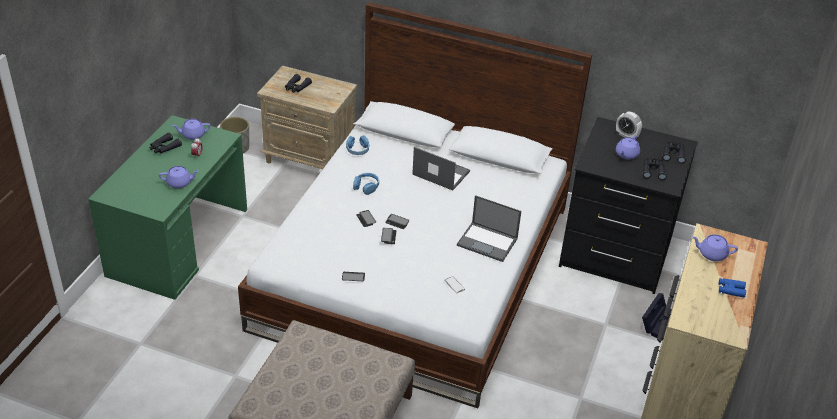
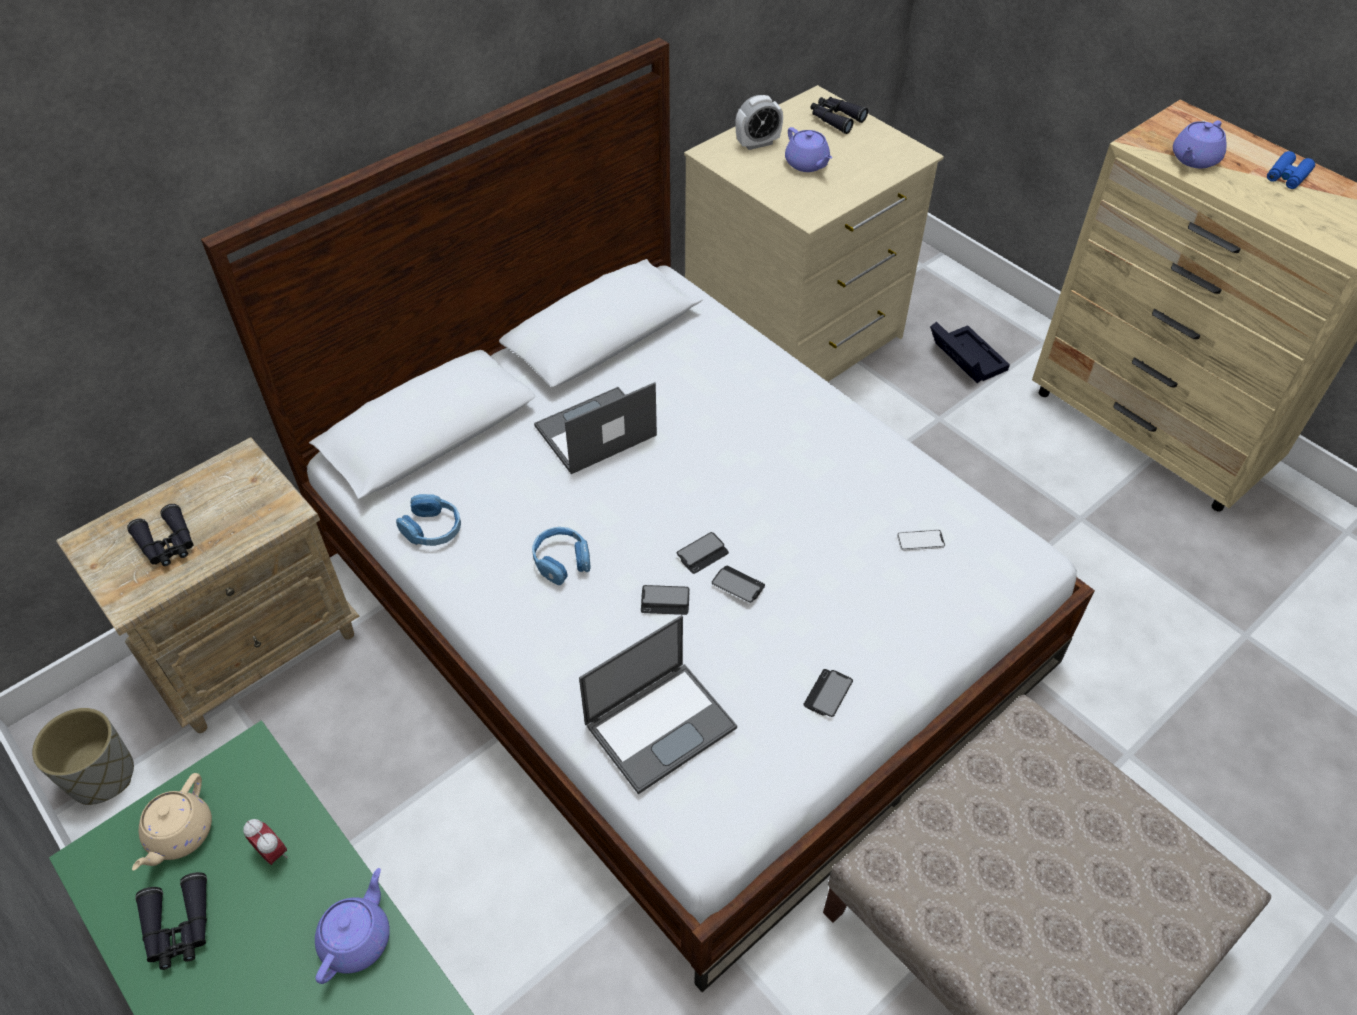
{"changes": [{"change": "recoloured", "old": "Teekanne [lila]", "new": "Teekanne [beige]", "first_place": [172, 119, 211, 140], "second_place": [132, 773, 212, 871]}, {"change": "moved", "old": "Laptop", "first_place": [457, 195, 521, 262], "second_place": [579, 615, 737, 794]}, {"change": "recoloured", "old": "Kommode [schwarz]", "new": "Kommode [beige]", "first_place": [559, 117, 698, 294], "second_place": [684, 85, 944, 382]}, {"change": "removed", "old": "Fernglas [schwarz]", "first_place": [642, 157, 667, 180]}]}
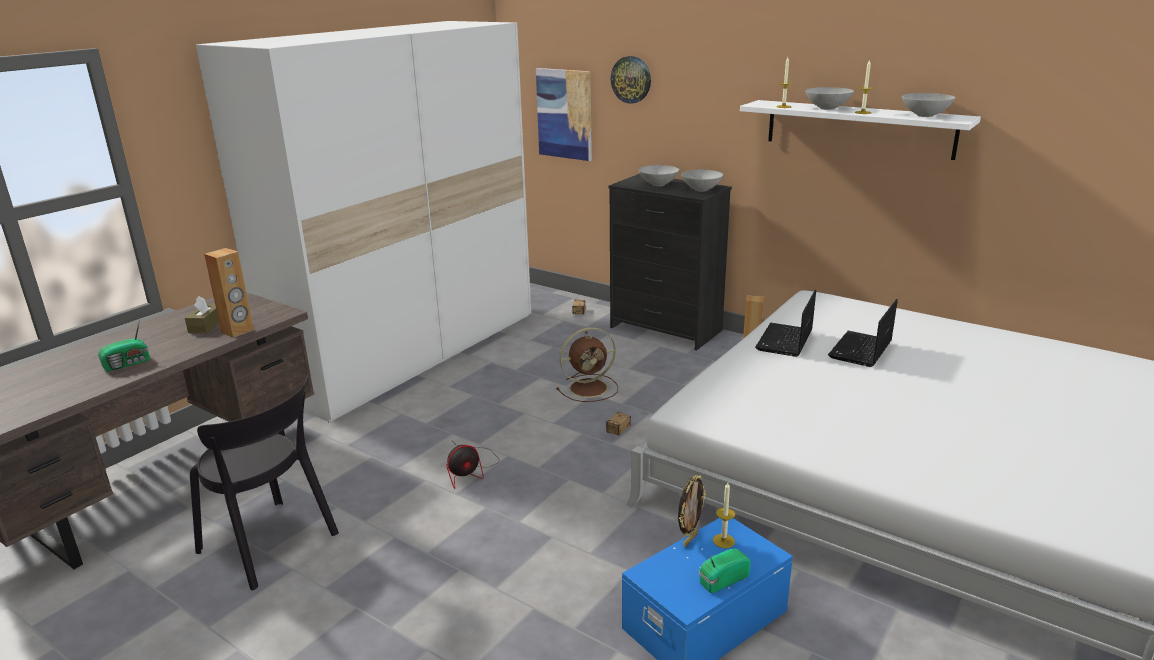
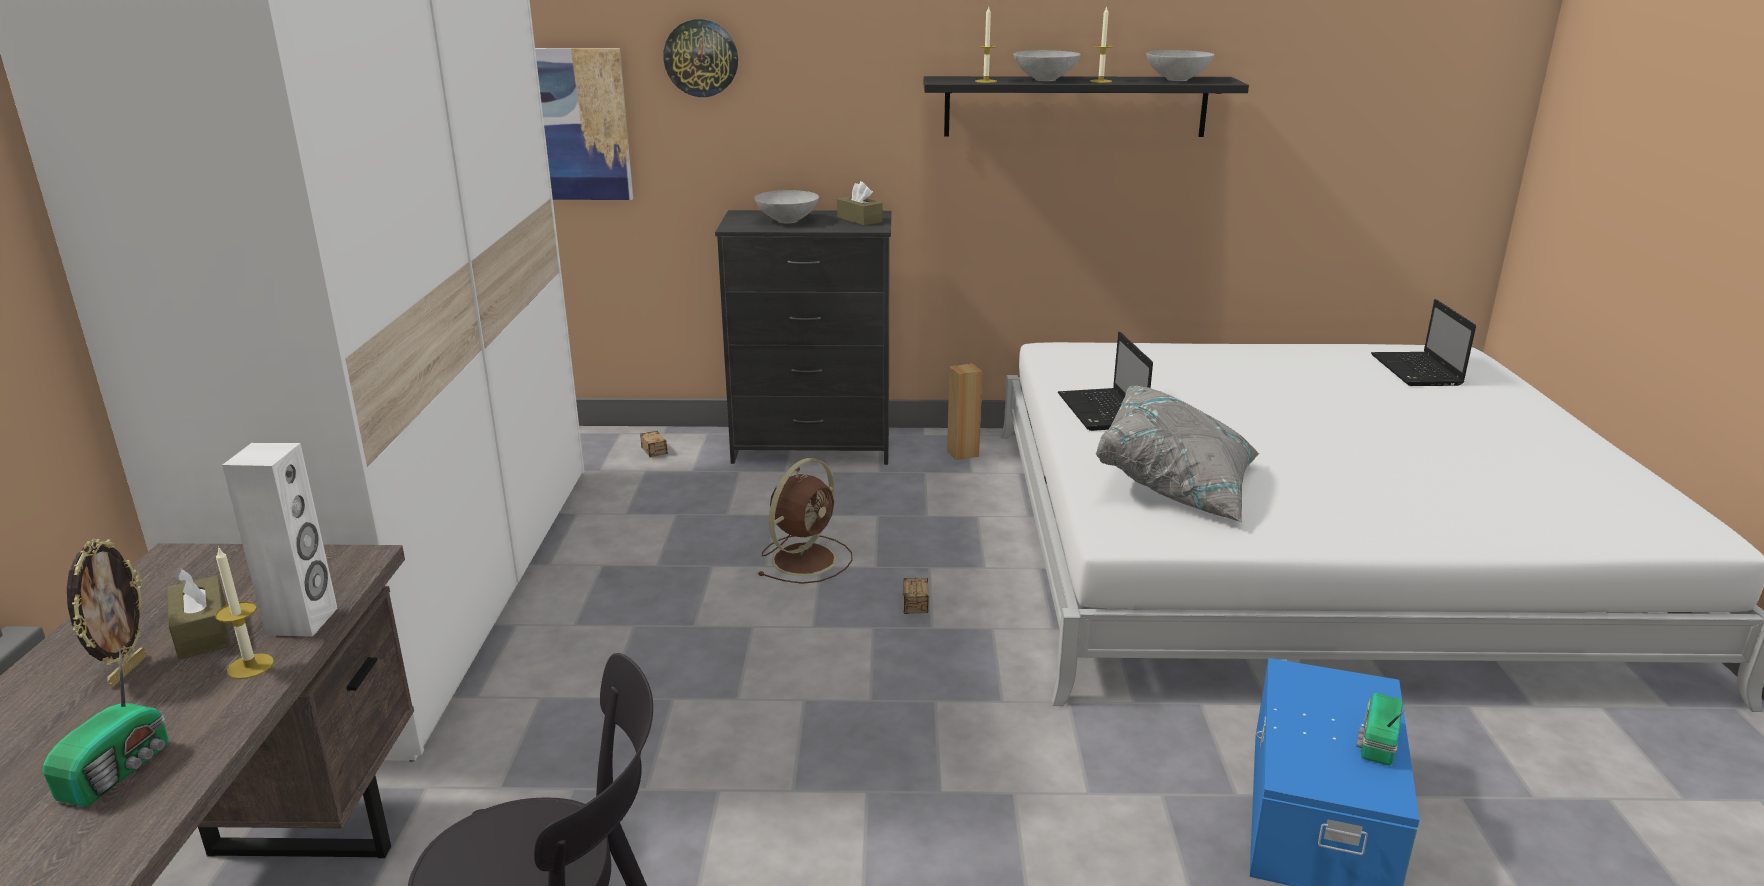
{"changes": [{"change": "recoloured", "old": "Lautsprecher [braun]", "new": "Lautsprecher [weiß]", "first_place": [204, 248, 254, 338], "second_place": [222, 443, 338, 637]}, {"change": "removed", "old": "Ventilator", "first_place": [446, 444, 497, 489]}, {"change": "moved", "old": "Bilderrahmen", "first_place": [678, 475, 706, 547], "second_place": [67, 539, 147, 687]}, {"change": "replaced", "old": "Schüssel [grau]", "new": "Taschentuchbox [braun]", "first_place": [681, 170, 723, 191], "second_place": [837, 181, 883, 226]}, {"change": "moved", "old": "Kerze", "first_place": [713, 482, 735, 548], "second_place": [215, 546, 274, 679]}, {"change": "recoloured", "old": "Wandregal [weiß]", "new": "Wandregal [schwarz]", "first_place": [740, 100, 981, 160], "second_place": [923, 76, 1249, 137]}, {"change": "moved", "old": "Laptop", "first_place": [828, 299, 898, 367], "second_place": [1371, 299, 1476, 386]}, {"change": "added", "new": "Kissen [grau]", "second_place": [1096, 386, 1260, 522]}]}
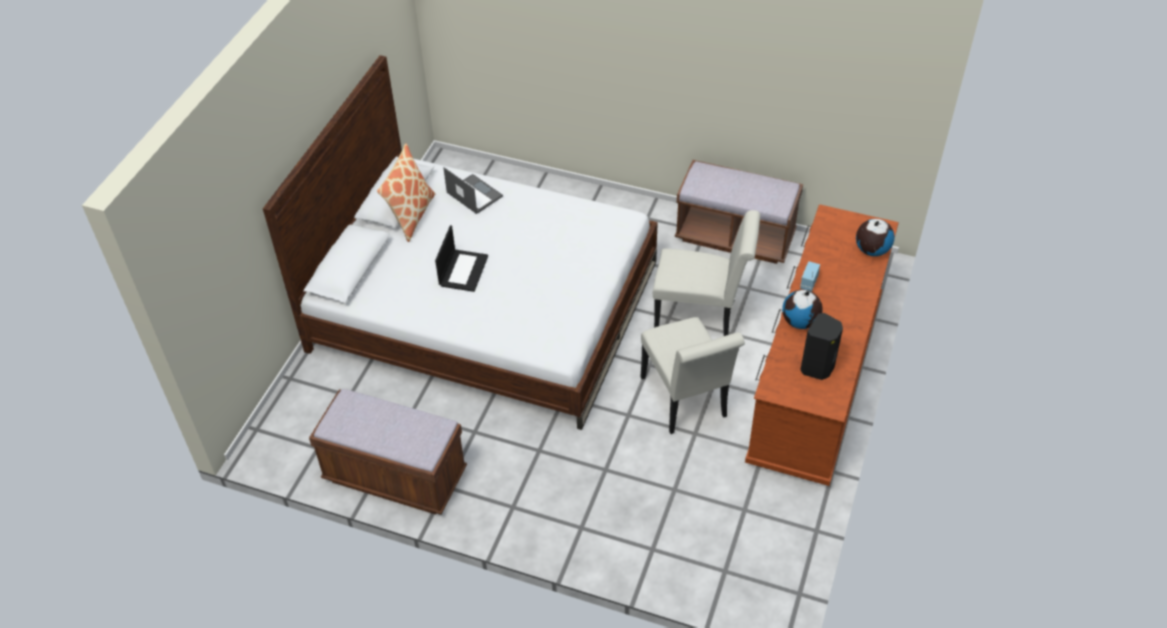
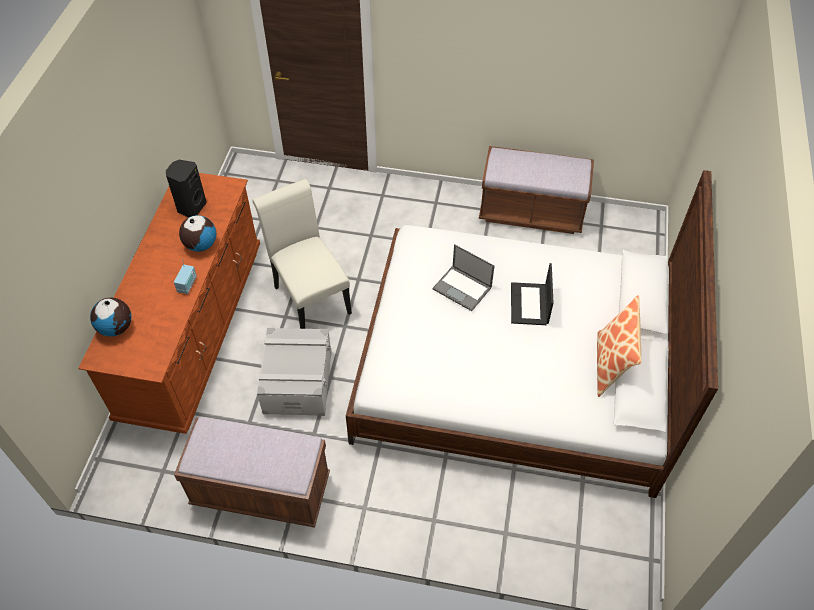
{"changes": [{"change": "moved", "old": "Laptop", "first_place": [443, 167, 503, 214], "second_place": [433, 244, 494, 311]}, {"change": "replaced", "old": "Stuhl [weiß]", "new": "Aufbewahrungsbox [grau]", "first_place": [653, 210, 761, 336], "second_place": [257, 328, 332, 416]}]}
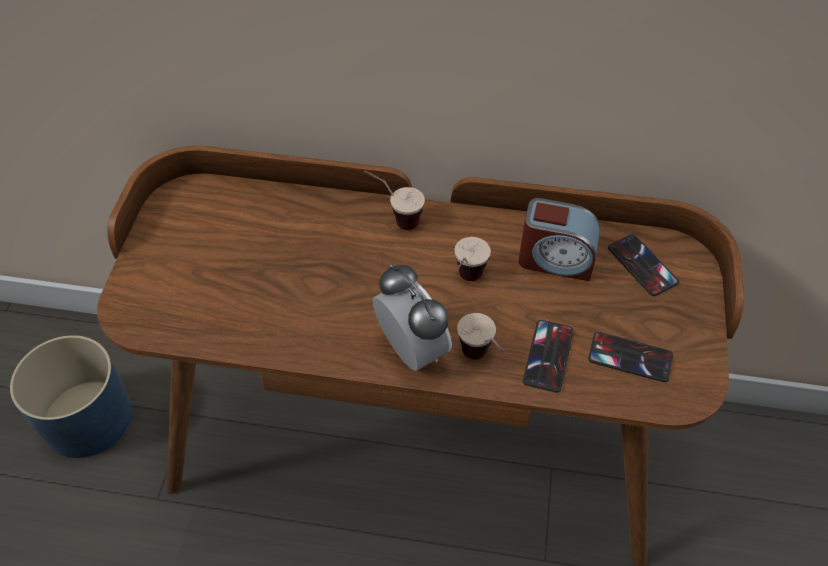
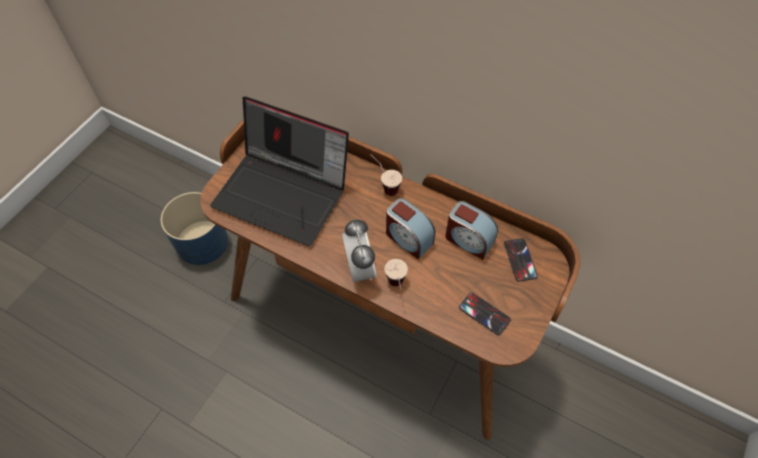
{"changes": [{"change": "replaced", "old": "Tasse", "new": "Wecker", "first_place": [455, 237, 491, 281], "second_place": [386, 198, 435, 259]}, {"change": "removed", "old": "Handy", "first_place": [523, 320, 573, 393]}, {"change": "added", "new": "Laptop", "second_place": [210, 97, 349, 246]}]}
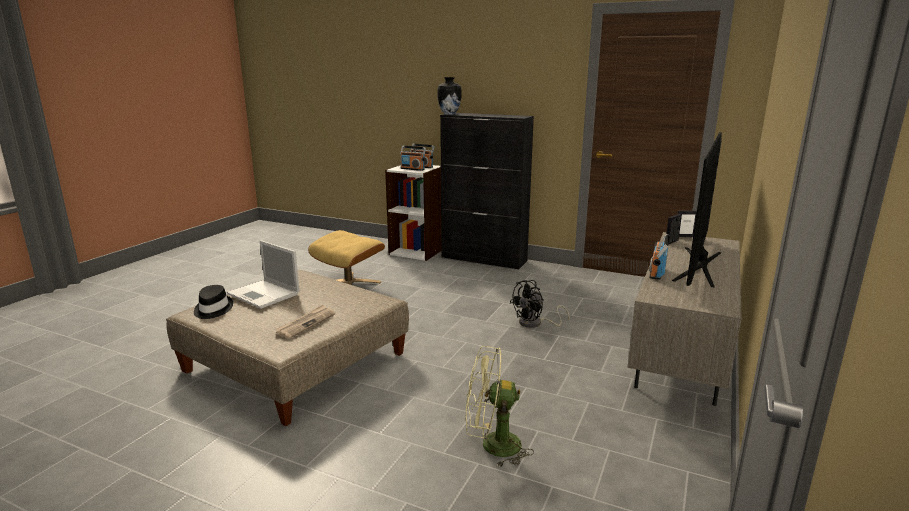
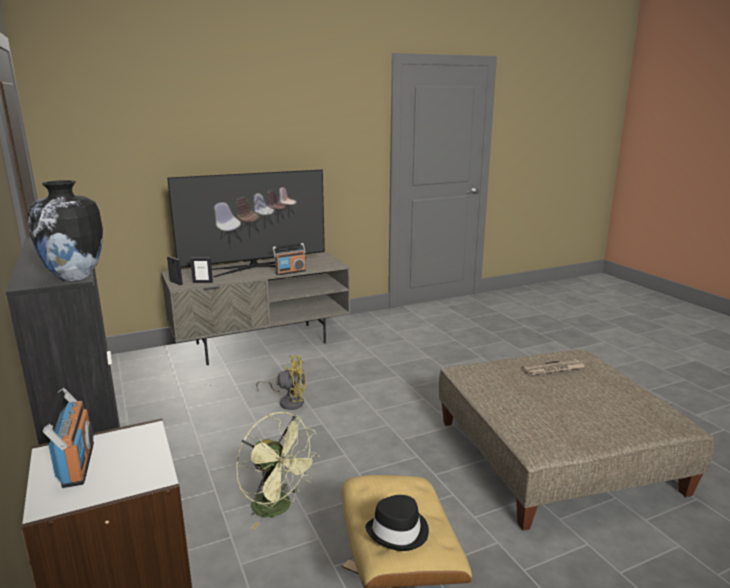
{"changes": [{"change": "moved", "old": "Hut [schwarz]", "first_place": [194, 285, 233, 319], "second_place": [365, 495, 429, 551]}, {"change": "removed", "old": "Laptop", "first_place": [227, 240, 300, 309]}, {"change": "removed", "old": "Radio", "first_place": [400, 146, 426, 171]}, {"change": "moved", "old": "Ventilator [grün]", "first_place": [466, 346, 534, 468], "second_place": [236, 412, 320, 529]}, {"change": "recoloured", "old": "Ventilator [schwarz]", "new": "Ventilator [gelb]", "first_place": [510, 280, 570, 328], "second_place": [256, 355, 306, 410]}]}
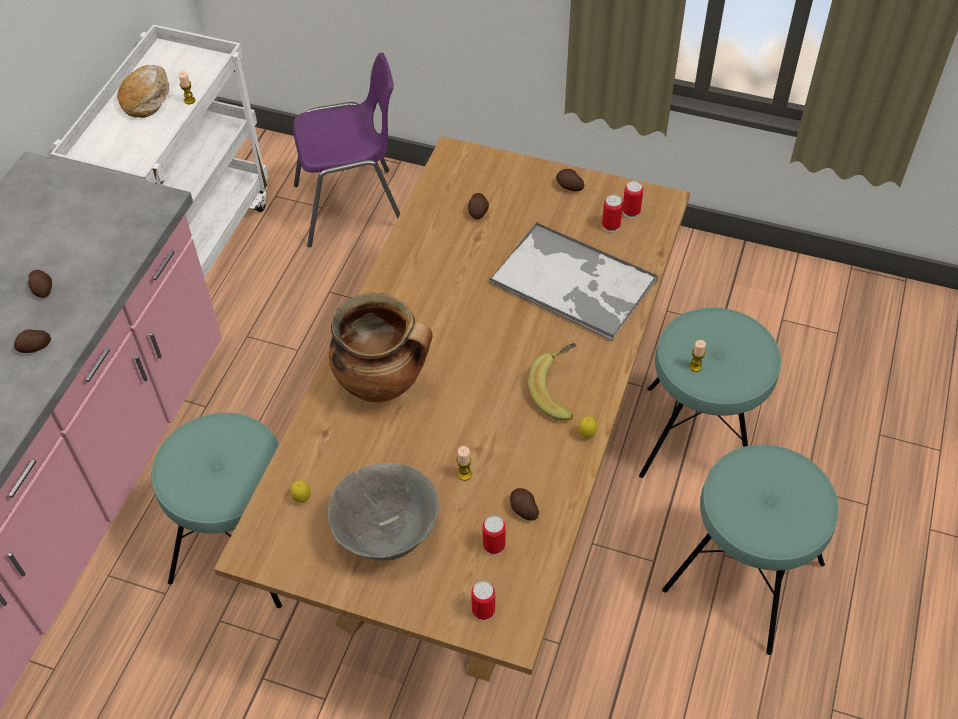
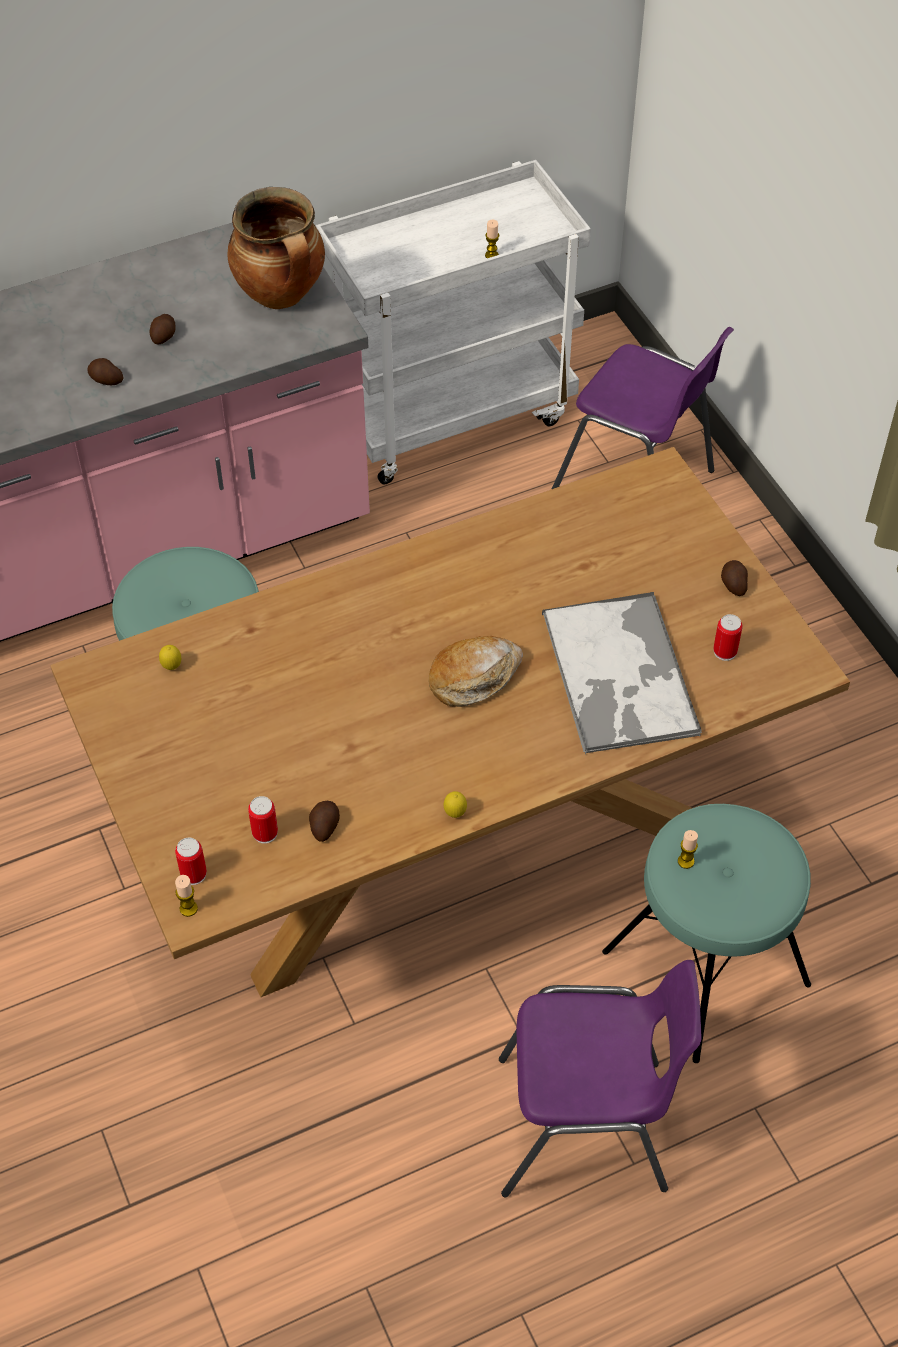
{"changes": [{"change": "moved", "old": "Brot", "first_place": [117, 65, 169, 118], "second_place": [429, 636, 523, 707]}, {"change": "removed", "old": "Schüssel [grau]", "first_place": [328, 463, 439, 560]}, {"change": "moved", "old": "Kochtopf", "first_place": [329, 293, 433, 403], "second_place": [227, 187, 325, 309]}, {"change": "moved", "old": "Kerze", "first_place": [456, 446, 472, 481], "second_place": [175, 875, 198, 917]}, {"change": "removed", "old": "Kartoffel", "first_place": [468, 193, 489, 220]}, {"change": "removed", "old": "Banane", "first_place": [529, 343, 576, 421]}, {"change": "removed", "old": "Dose", "first_place": [622, 181, 643, 218]}, {"change": "replaced", "old": "Hocker [türkis]", "new": "Stuhl [lila]", "first_place": [662, 444, 839, 655], "second_place": [499, 960, 701, 1198]}]}
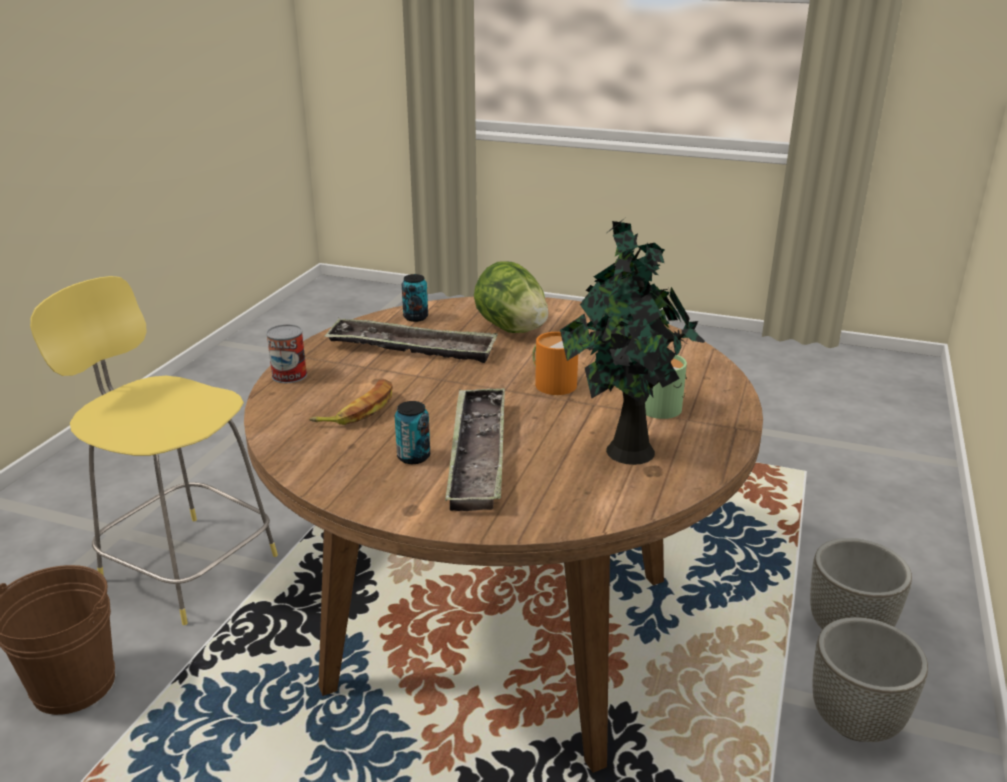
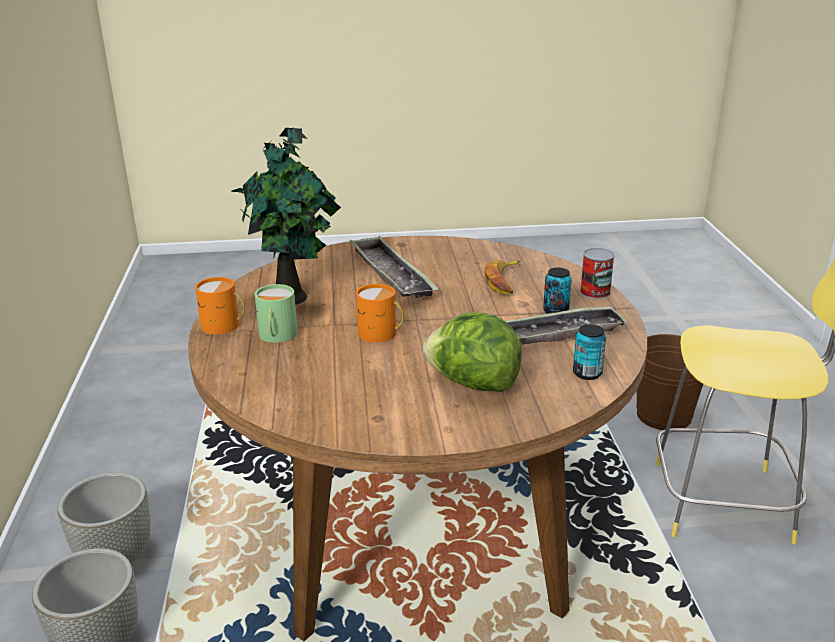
{"changes": [{"change": "moved", "old": "Dose", "first_place": [395, 401, 430, 464], "second_place": [543, 268, 572, 314]}, {"change": "added", "new": "Henkelbecher [orange]", "second_place": [195, 277, 245, 334]}]}
